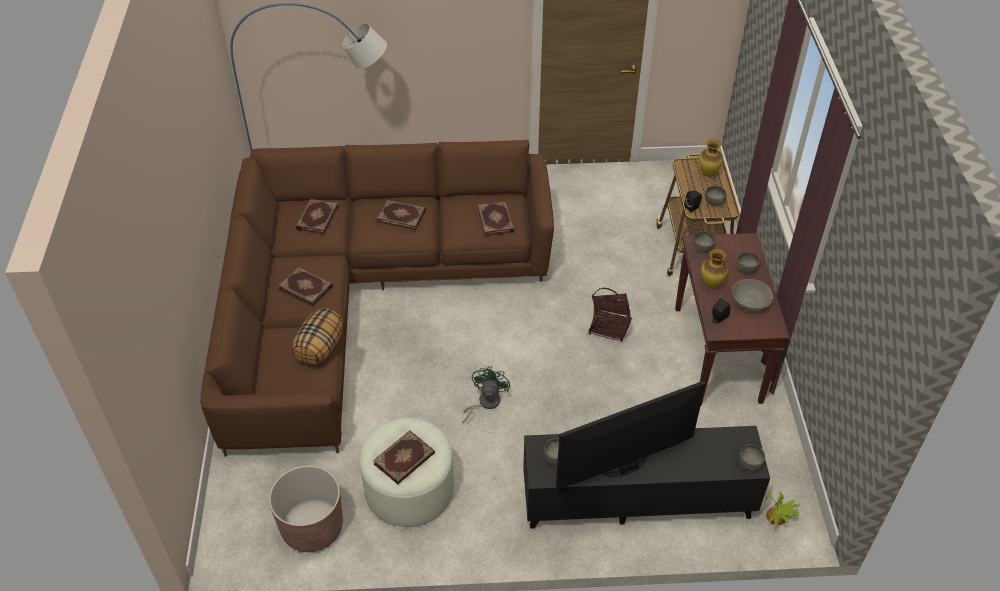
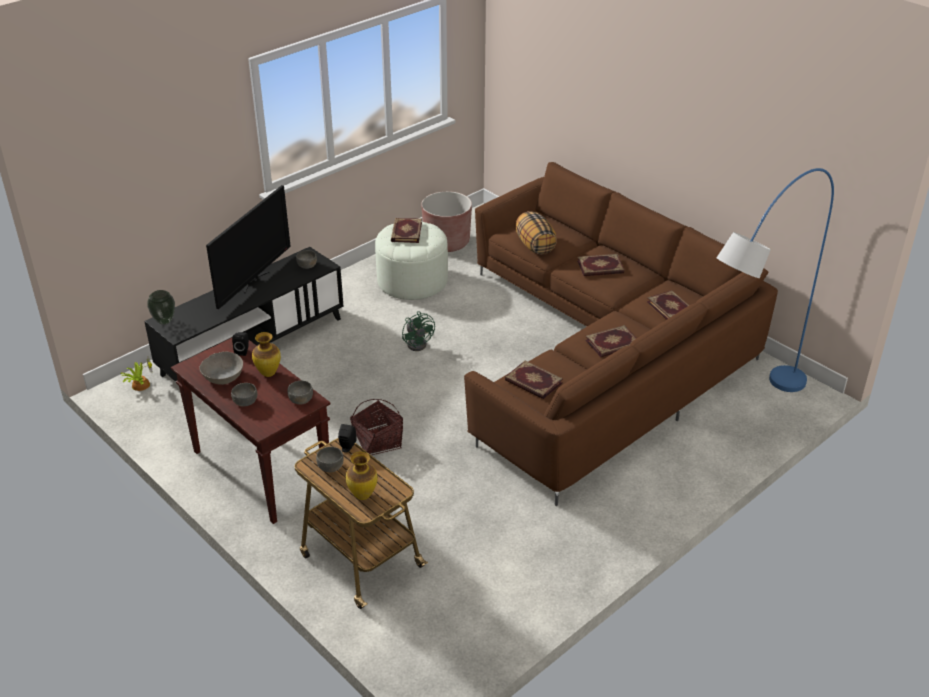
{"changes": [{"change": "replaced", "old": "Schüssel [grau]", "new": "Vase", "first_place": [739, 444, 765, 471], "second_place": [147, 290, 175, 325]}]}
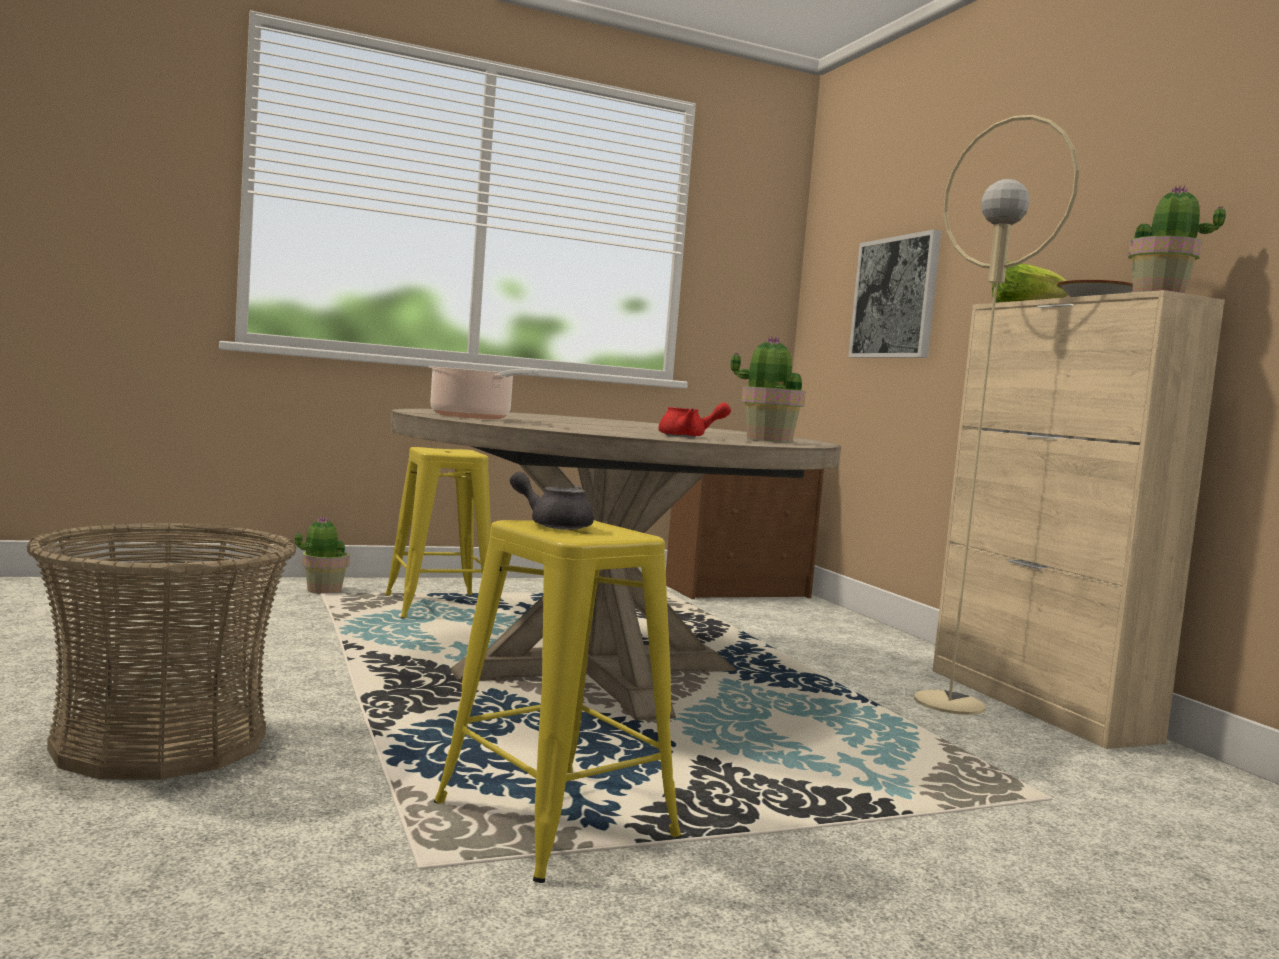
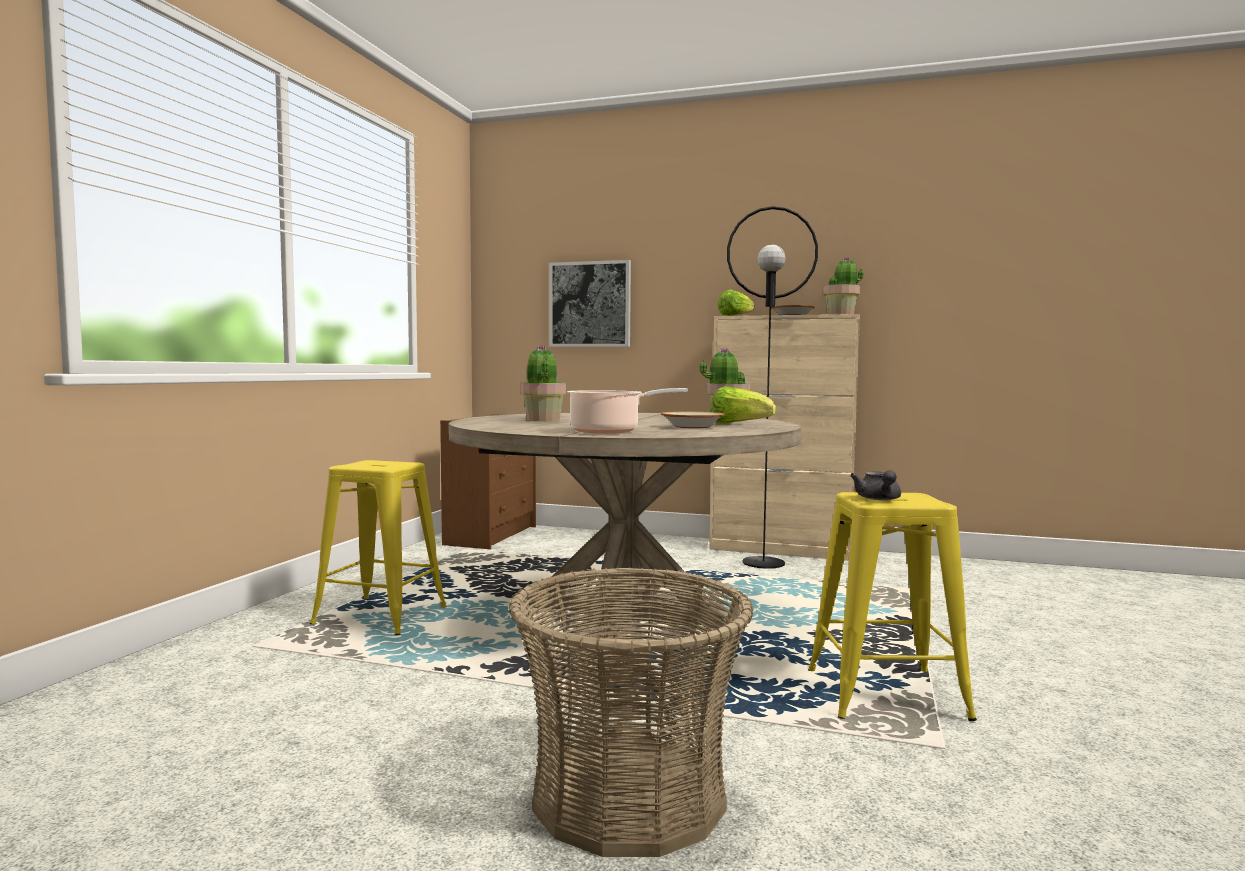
{"changes": [{"change": "moved", "old": "Topfpflanze", "first_place": [295, 517, 350, 594], "second_place": [521, 345, 566, 421]}, {"change": "turned", "old": "Teekanne [grau]", "first_place": [510, 472, 594, 530], "second_place": [850, 470, 901, 500], "degrees": -60}, {"change": "replaced", "old": "Teekanne [rot]", "new": "Salatkopf", "first_place": [658, 402, 731, 437], "second_place": [711, 386, 776, 424]}, {"change": "recoloured", "old": "Stehlampe [beige]", "new": "Stehlampe [schwarz]", "first_place": [914, 115, 1079, 715], "second_place": [727, 206, 818, 569]}, {"change": "added", "new": "Schüssel", "second_place": [661, 412, 725, 428]}]}
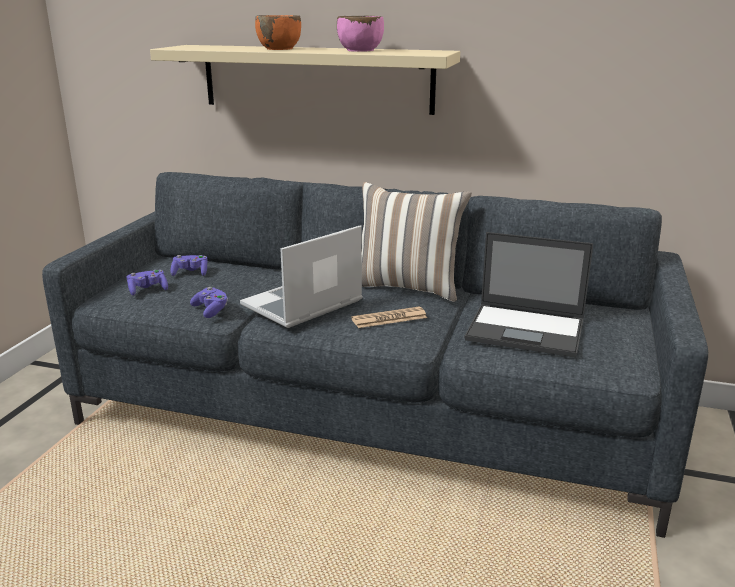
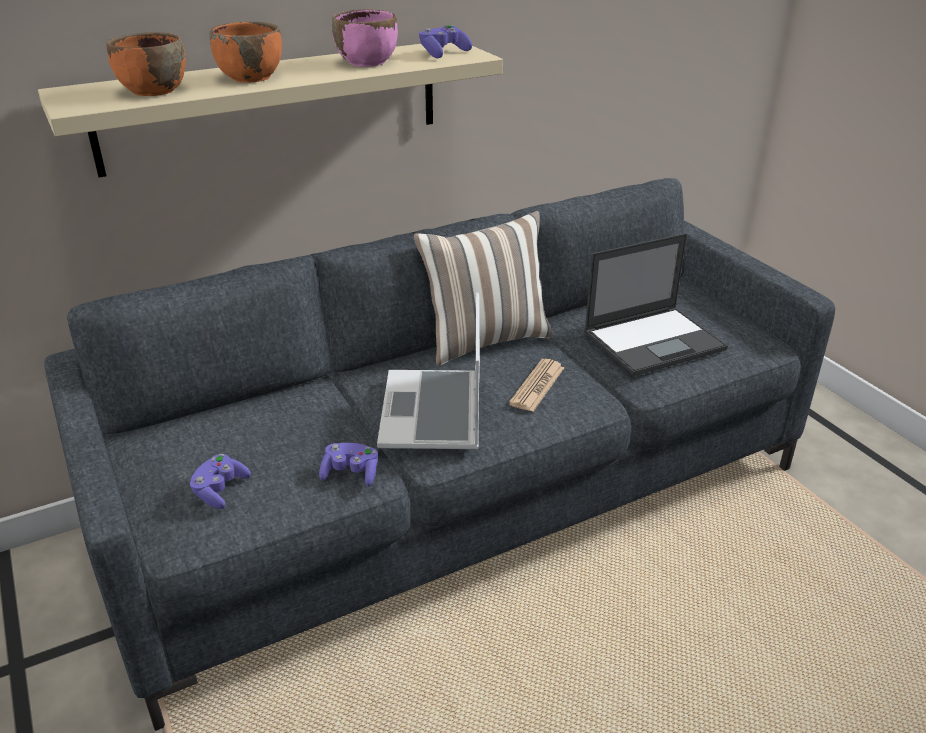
{"changes": [{"change": "moved", "old": "Gamepad [lila]", "first_place": [170, 255, 207, 276], "second_place": [419, 25, 472, 58]}, {"change": "added", "new": "Schüssel [orange]", "second_place": [106, 32, 186, 96]}]}
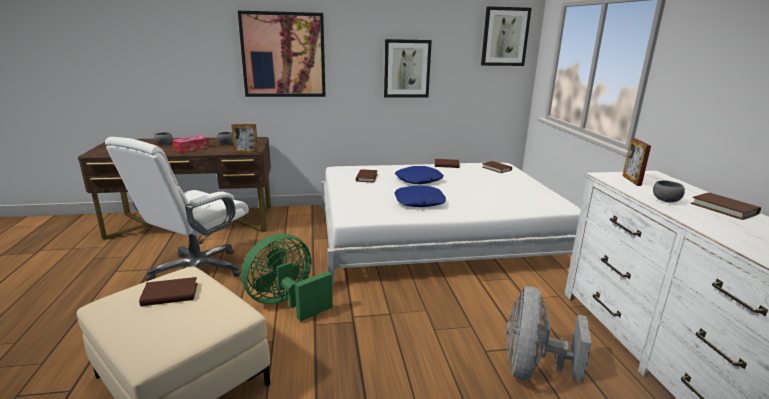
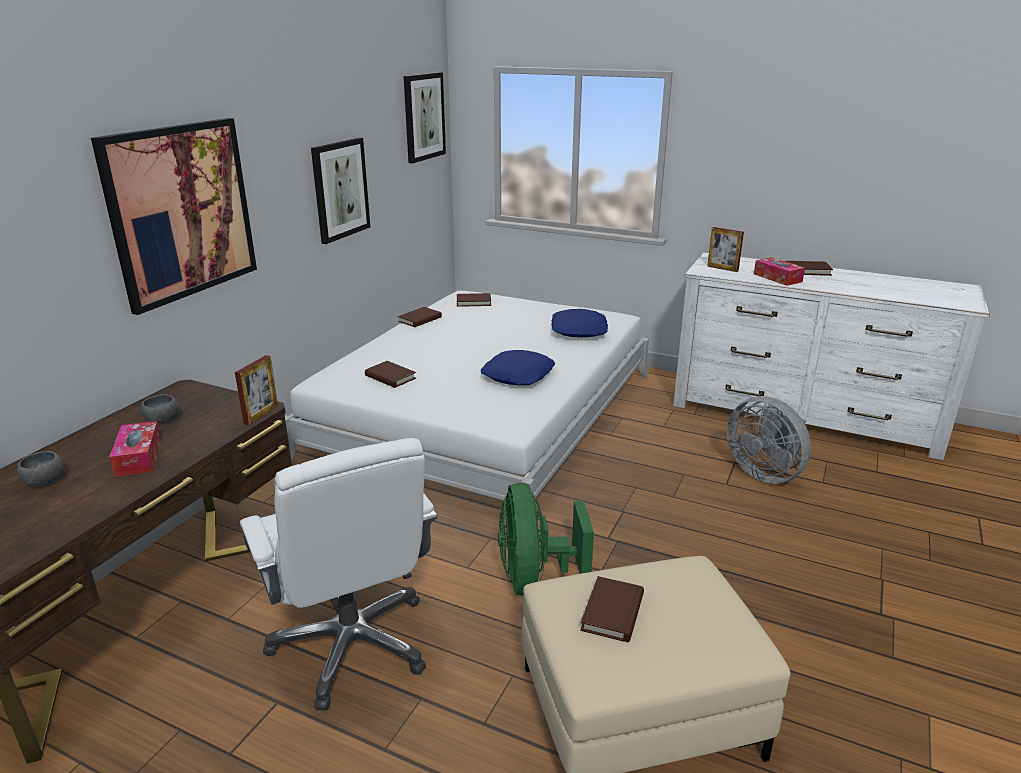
{"changes": [{"change": "moved", "old": "Kissen [blau]", "first_place": [395, 166, 444, 184], "second_place": [551, 309, 608, 337]}, {"change": "replaced", "old": "Schüssel [grau]", "new": "Taschentuchbox", "first_place": [653, 180, 685, 203], "second_place": [754, 257, 805, 286]}]}
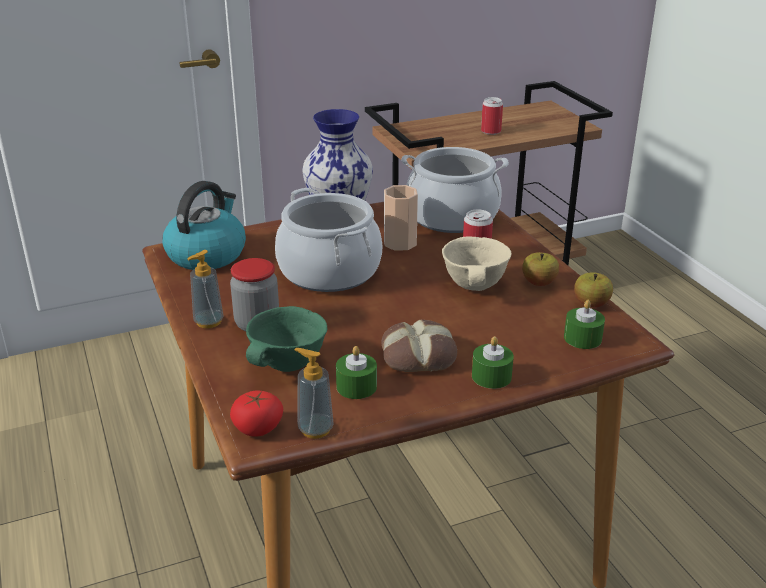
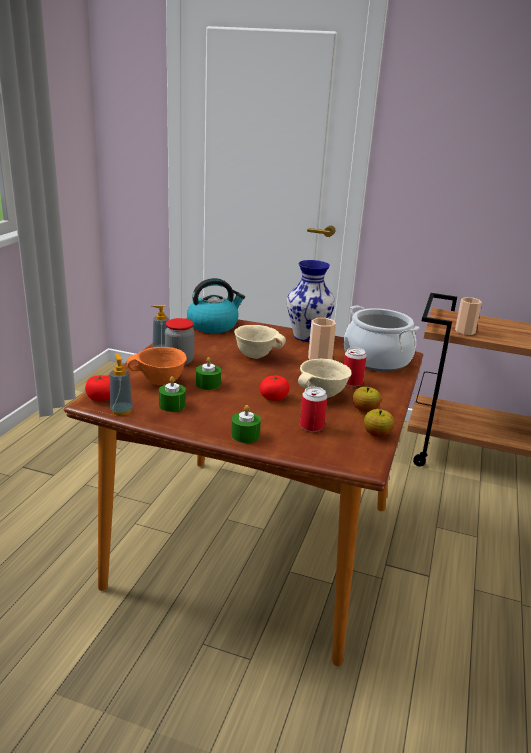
{"changes": [{"change": "recoloured", "old": "Schüssel [grün]", "new": "Schüssel [orange]", "first_place": [246, 306, 327, 372], "second_place": [127, 347, 187, 385]}, {"change": "replaced", "old": "Kochtopf", "new": "Schüssel [beige]", "first_place": [275, 188, 382, 292], "second_place": [234, 325, 286, 359]}, {"change": "removed", "old": "Brot", "first_place": [381, 320, 457, 372]}, {"change": "moved", "old": "Dose", "first_place": [481, 97, 503, 135], "second_place": [300, 387, 327, 432]}, {"change": "moved", "old": "Kerze [grün]", "first_place": [564, 300, 605, 349], "second_place": [196, 357, 221, 390]}, {"change": "added", "new": "Tomate", "second_place": [260, 375, 290, 401]}, {"change": "added", "new": "Tasse", "second_place": [455, 297, 482, 335]}]}
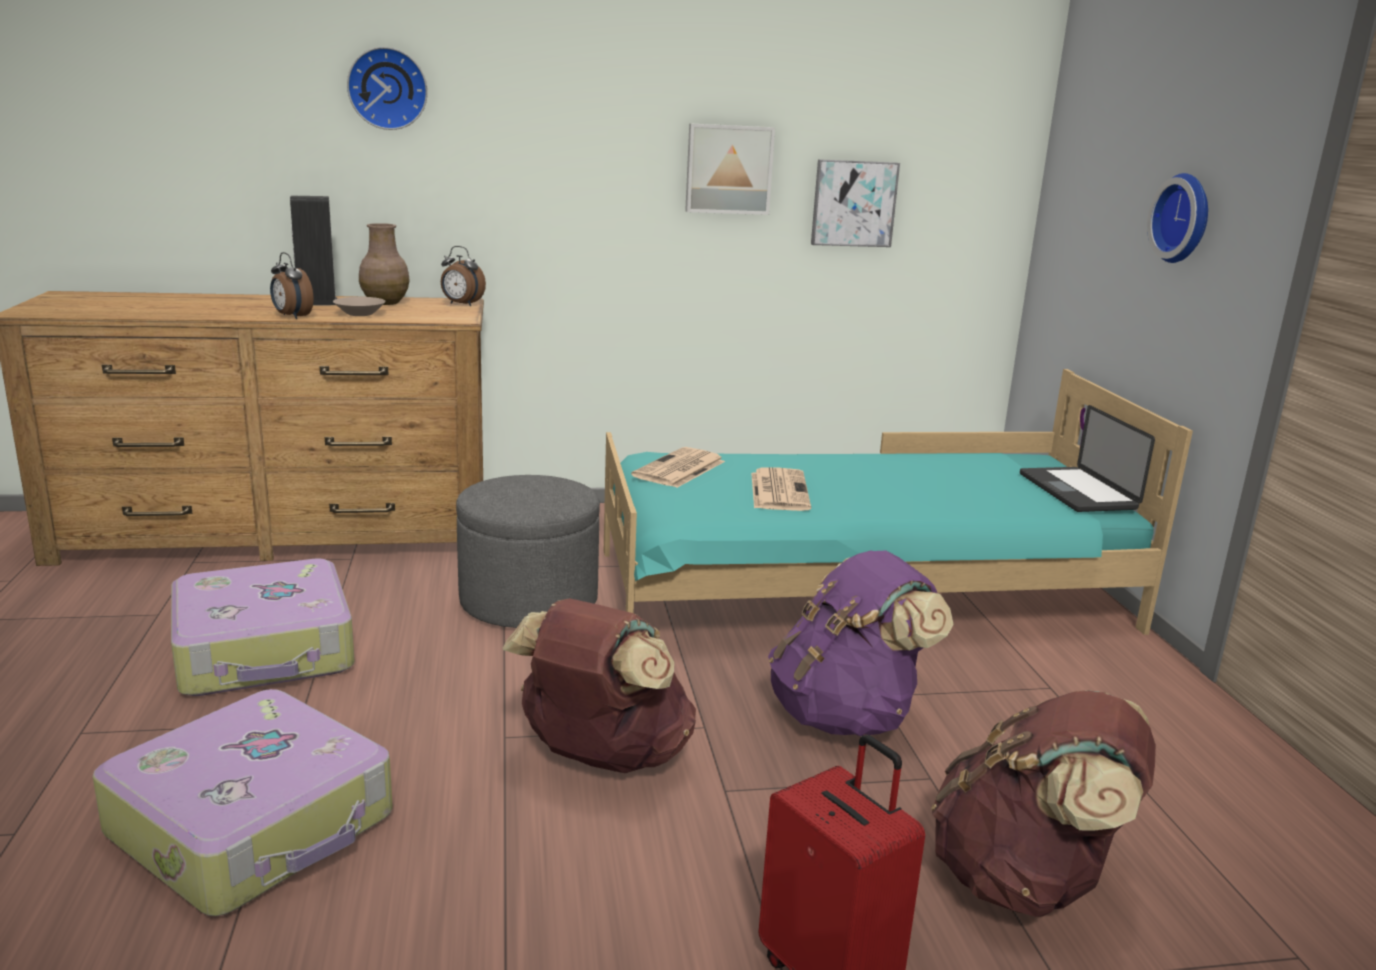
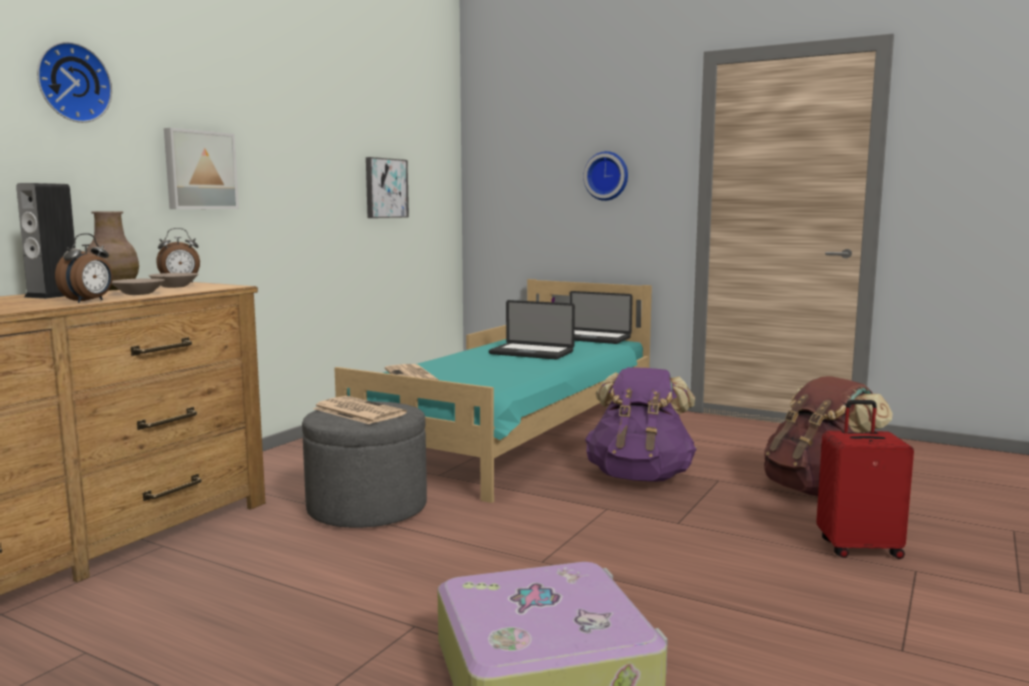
{"changes": [{"change": "removed", "old": "Koffer", "first_place": [171, 558, 355, 696]}, {"change": "turned", "old": "Wecker", "first_place": [270, 252, 313, 319], "second_place": [55, 233, 113, 303], "degrees": -60}, {"change": "removed", "old": "Rucksack [braun]", "first_place": [502, 598, 696, 773]}, {"change": "moved", "old": "Bild", "first_place": [685, 123, 775, 215], "second_place": [164, 128, 239, 209]}, {"change": "moved", "old": "Zeitung", "first_place": [751, 467, 811, 511], "second_place": [313, 396, 407, 424]}, {"change": "added", "new": "Schüssel [beige]", "second_place": [148, 273, 199, 288]}, {"change": "added", "new": "Laptop", "second_place": [489, 300, 575, 359]}]}
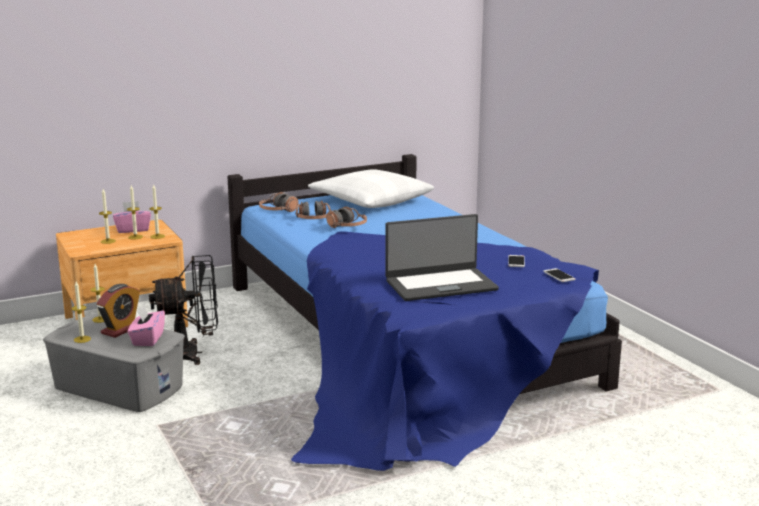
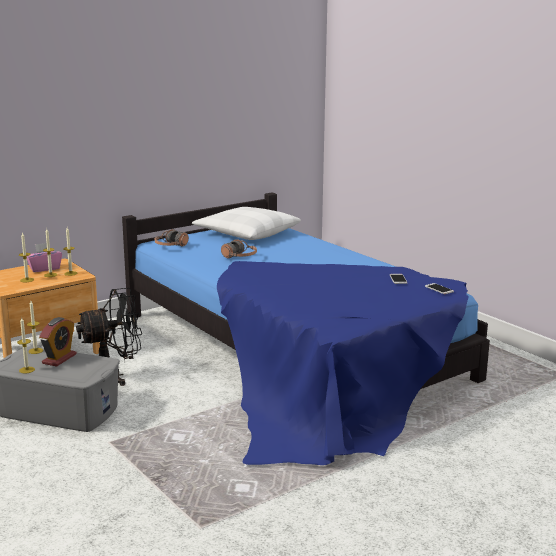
{"changes": [{"change": "removed", "old": "Taschentuchbox [rosa]", "first_place": [128, 305, 165, 346]}, {"change": "removed", "old": "Kopfhörer", "first_place": [296, 200, 331, 219]}, {"change": "removed", "old": "Laptop", "first_place": [385, 214, 499, 301]}]}
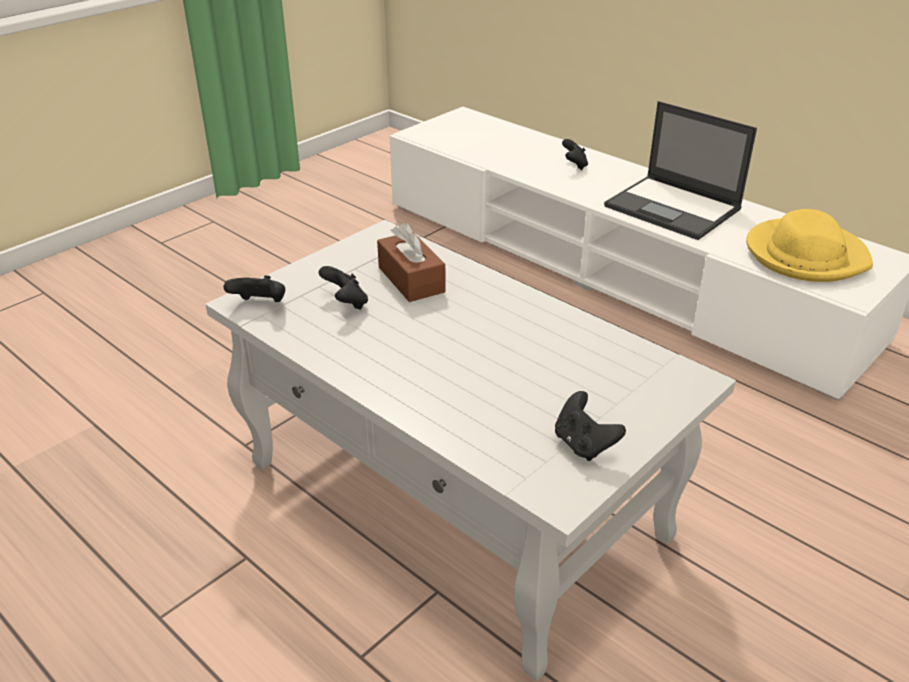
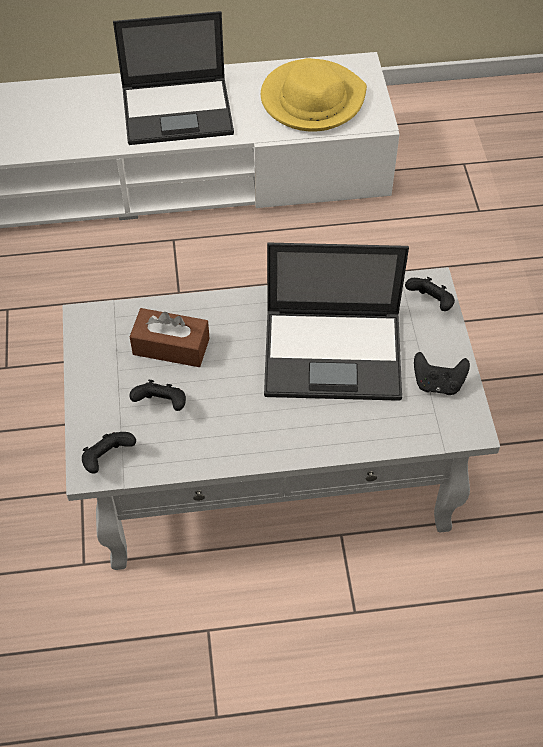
{"changes": [{"change": "moved", "old": "Gamepad [schwarz]", "first_place": [562, 139, 588, 170], "second_place": [405, 277, 455, 311]}, {"change": "added", "new": "Laptop", "second_place": [264, 243, 409, 401]}]}
